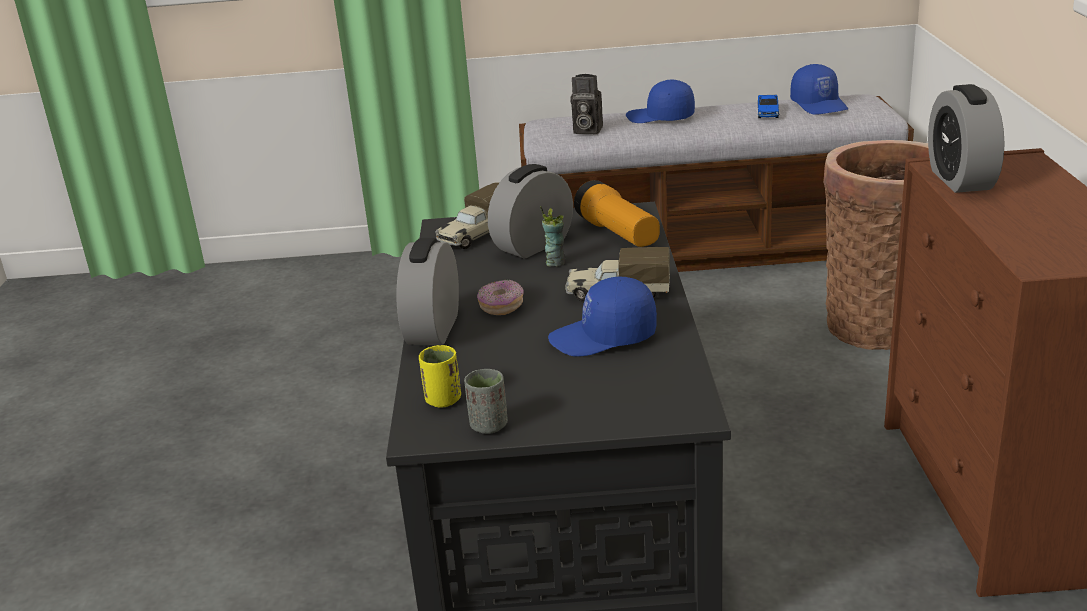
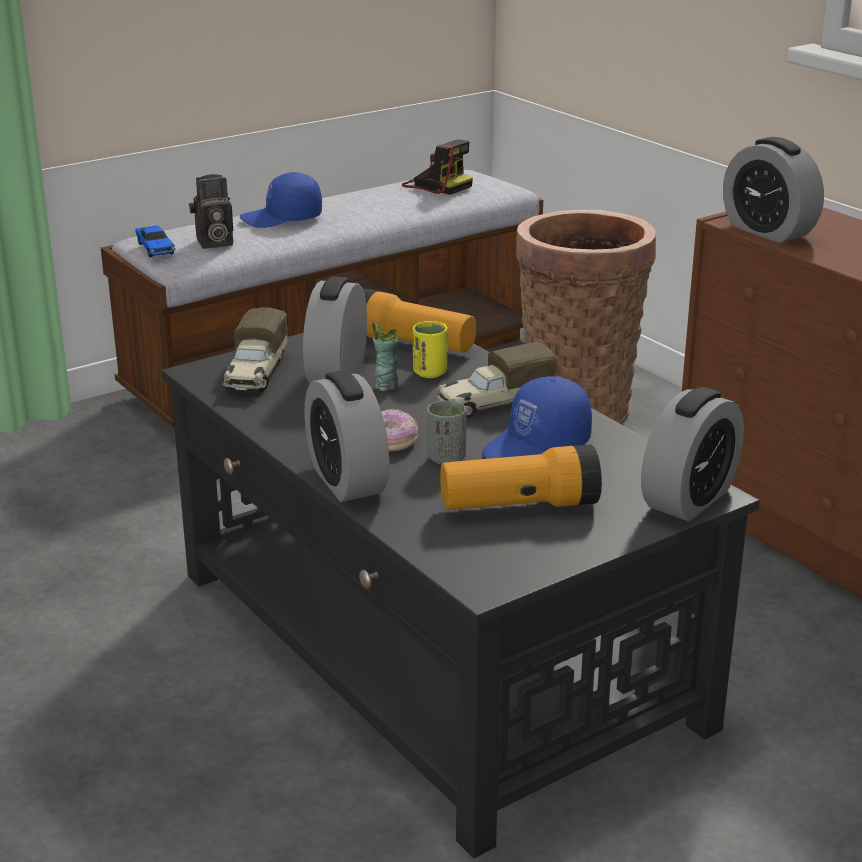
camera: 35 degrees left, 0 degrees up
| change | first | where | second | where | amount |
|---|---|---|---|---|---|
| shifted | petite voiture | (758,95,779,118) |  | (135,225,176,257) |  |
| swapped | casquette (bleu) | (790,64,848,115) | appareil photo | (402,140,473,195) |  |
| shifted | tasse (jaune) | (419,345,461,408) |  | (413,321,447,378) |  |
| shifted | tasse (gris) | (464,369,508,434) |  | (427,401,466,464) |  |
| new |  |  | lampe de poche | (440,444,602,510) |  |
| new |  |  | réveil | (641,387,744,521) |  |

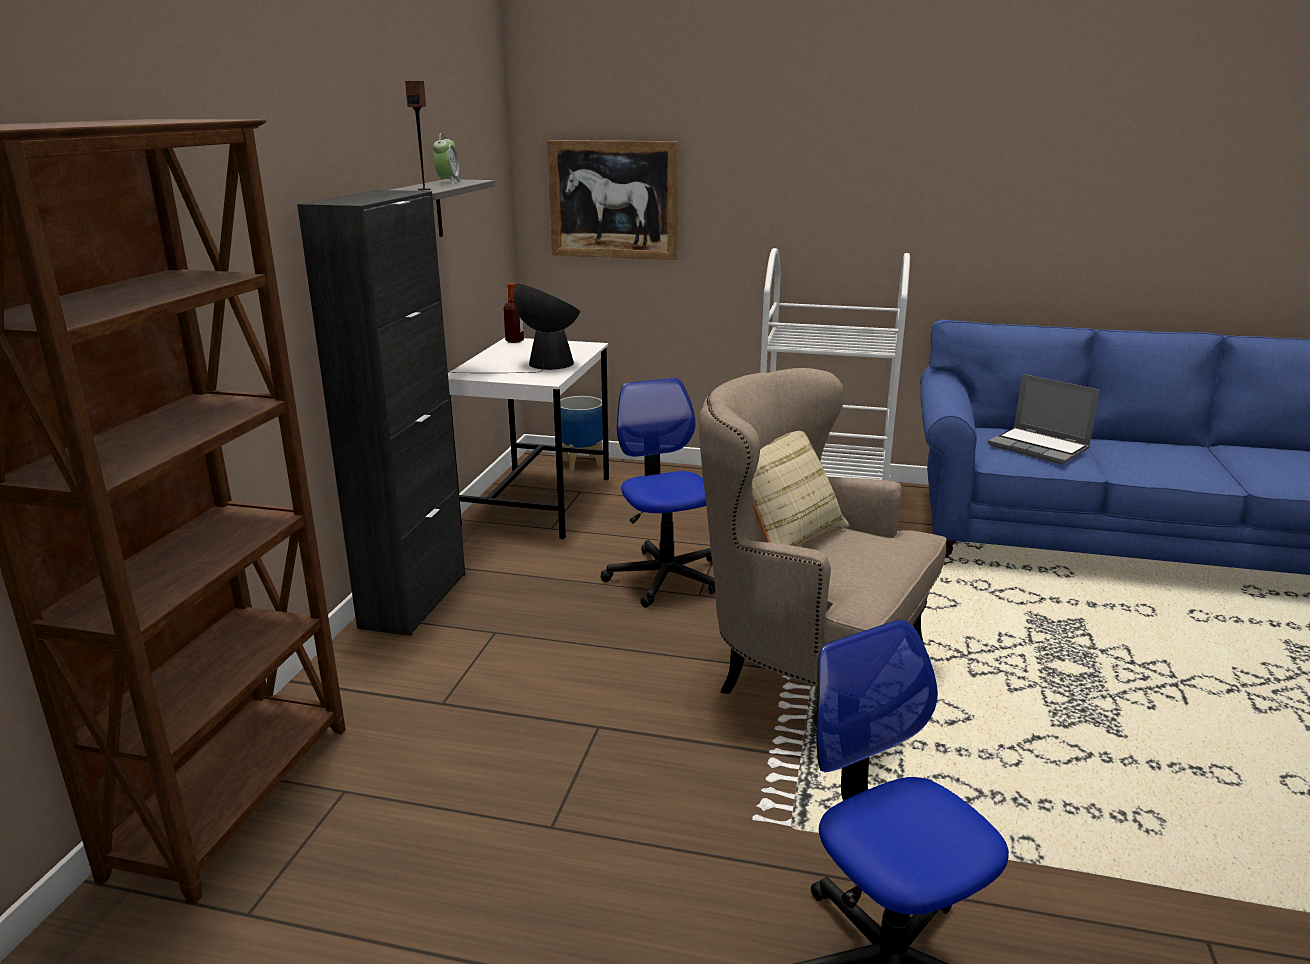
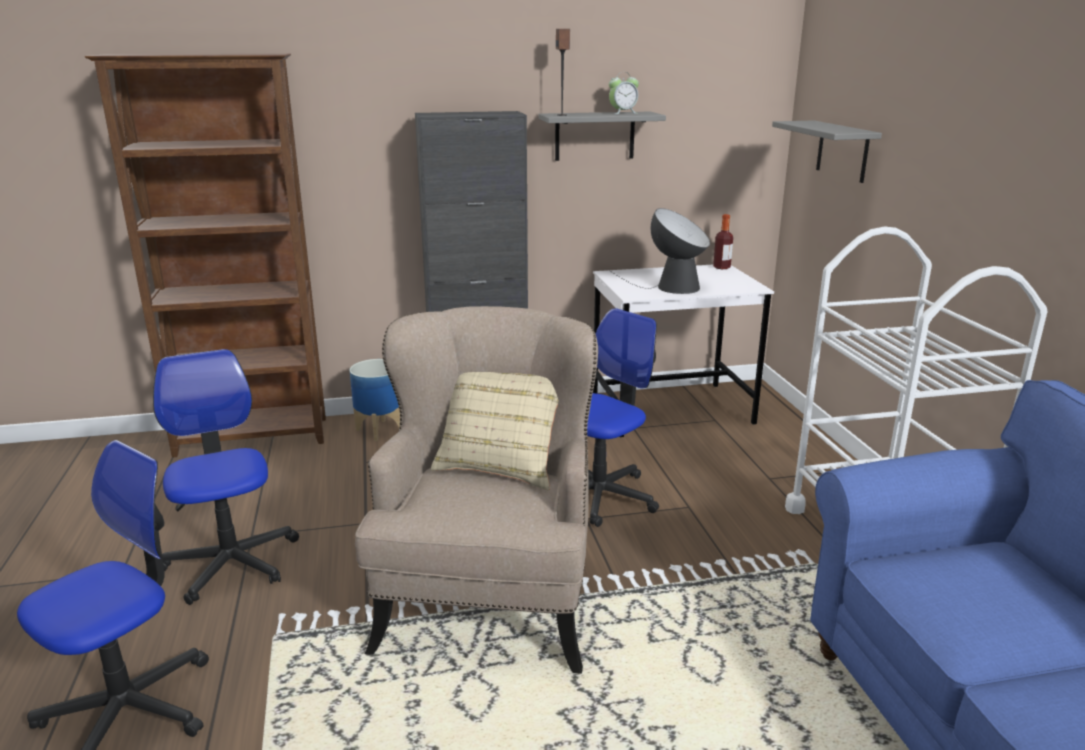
camera: 65 degrees right, 0 degrees up
| change | first | where | second | where | amount |
|---|---|---|---|---|---|
| new |  |  | chaise de bureau | (153,349,299,605) |  |
| shifted | cache-pot | (560,396,603,471) |  | (349,359,400,441) |  |
| swapped | tableau | (547,140,678,260) | étagère (gris) | (772,120,882,183) |  |
| gone | ordinateur portable | (988,374,1100,465) |  |  |  |

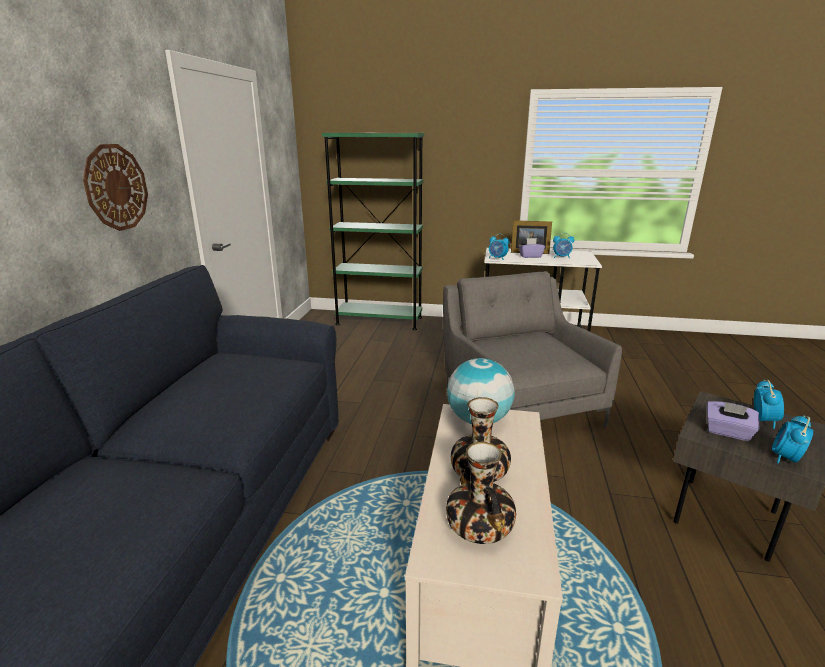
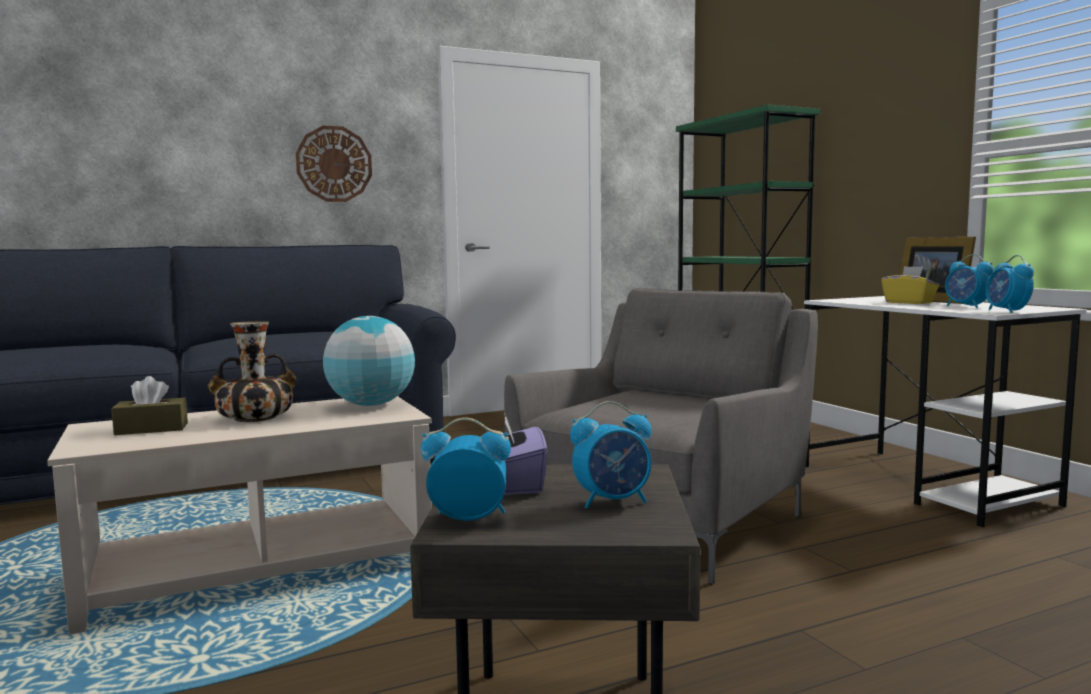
camera: 55 degrees right, 15 degrees down
| change | first | where | second | where | amount |
|---|---|---|---|---|---|
| swapped | vase | (446,442,516,544) | boîte à mouchoirs (marron) | (111,376,188,435) |  |
| repainted | boîte à mouchoirs (violet) | (519,238,545,258) | boîte à mouchoirs (jaune) | (881,266,939,304) |  |
| shifted | réveil | (489,234,510,260) |  | (986,255,1034,313) |  |

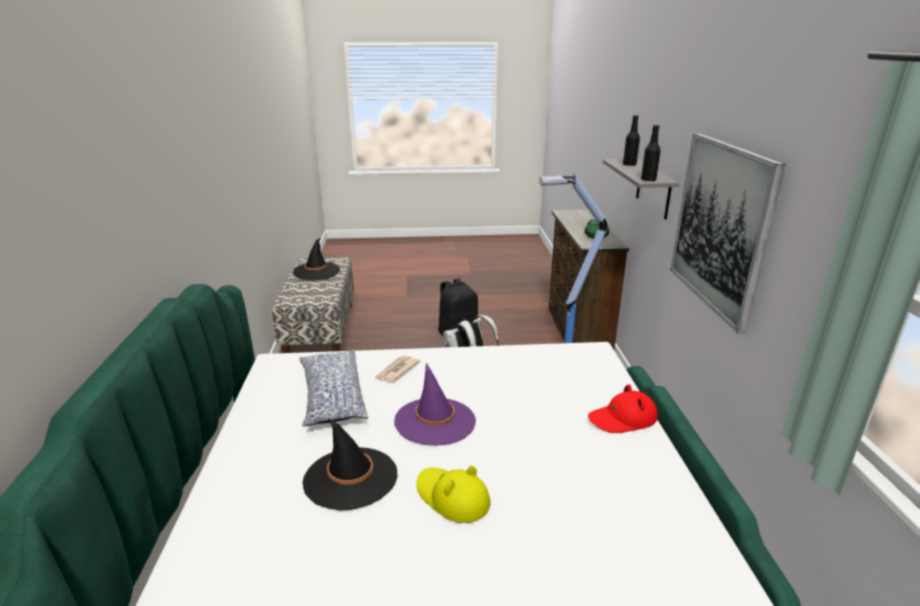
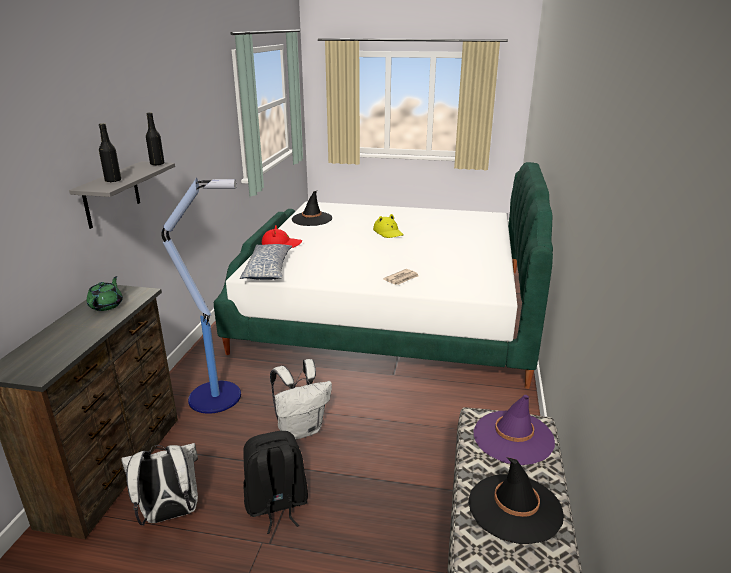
camera: 165 degrees left, 0 degrees up
| change | first | where | second | where | amount |
|---|---|---|---|---|---|
| new |  |  | sac à dos (blanc) | (121,443,198,525) |  |
| shifted | coussin | (299,350,368,427) |  | (240,244,292,280) |  |
| shifted | chapeau (noir) | (303,418,398,510) |  | (292,191,332,226) |  |
| shifted | chapeau (violet) | (394,363,476,446) |  | (474,395,555,465) |  |
| gone | tableau | (670,133,786,333) |  |  |  |

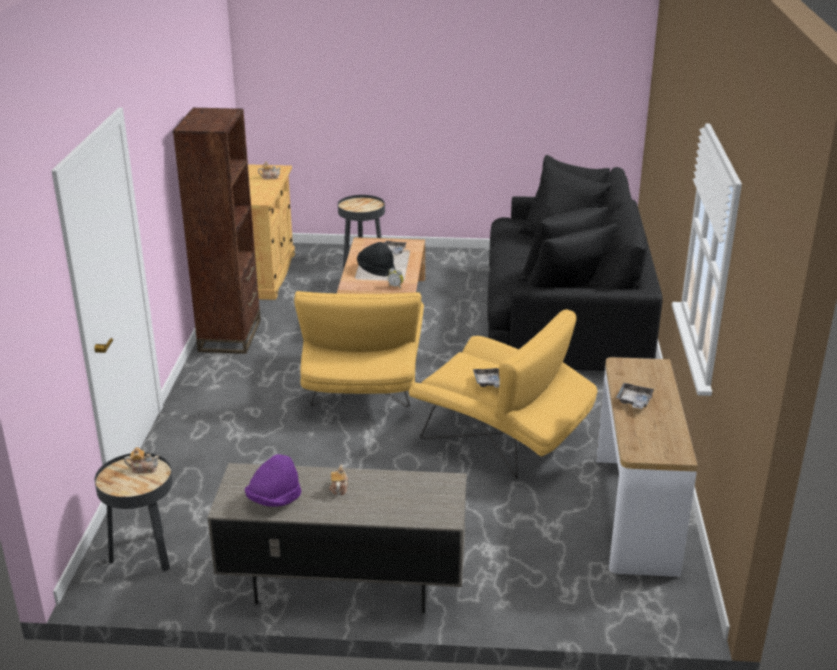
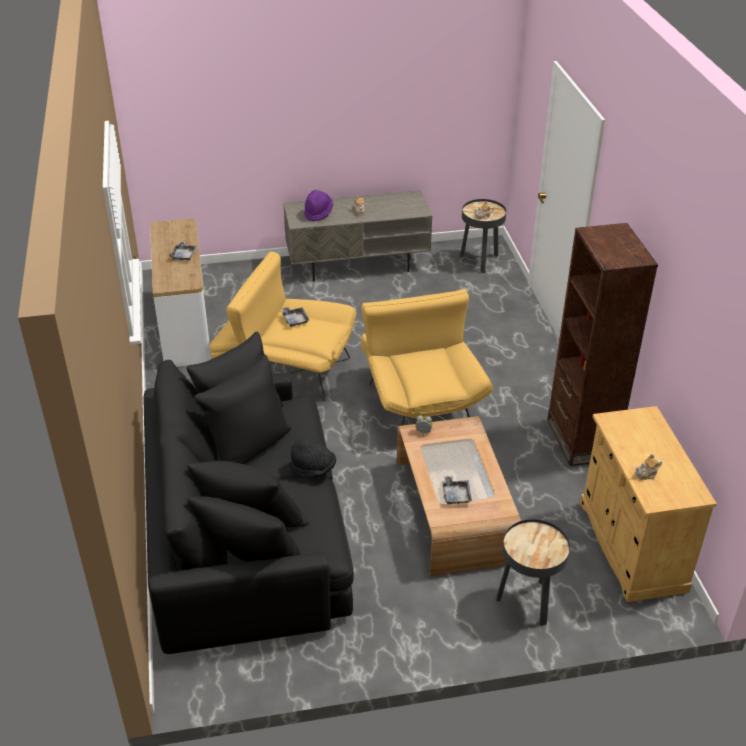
camera: 165 degrees right, 10 degrees up
| change | first | where | second | where | amount |
|---|---|---|---|---|---|
| shifted | chapeau (noir) | (357,242,395,276) |  | (290,439,336,478) |  |
| shifted | chapeau (violet) | (245,454,301,507) |  | (304,190,333,222) |  |

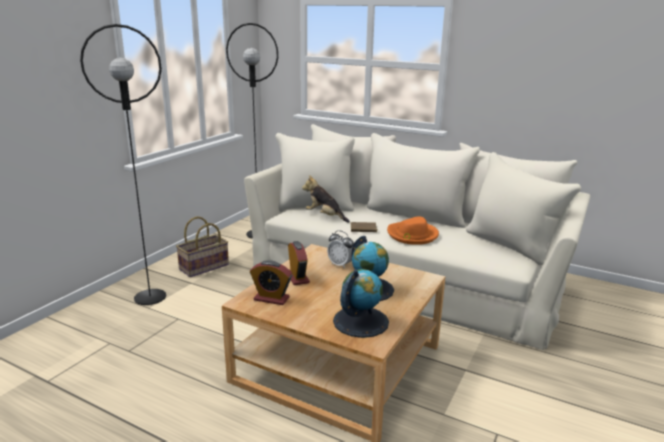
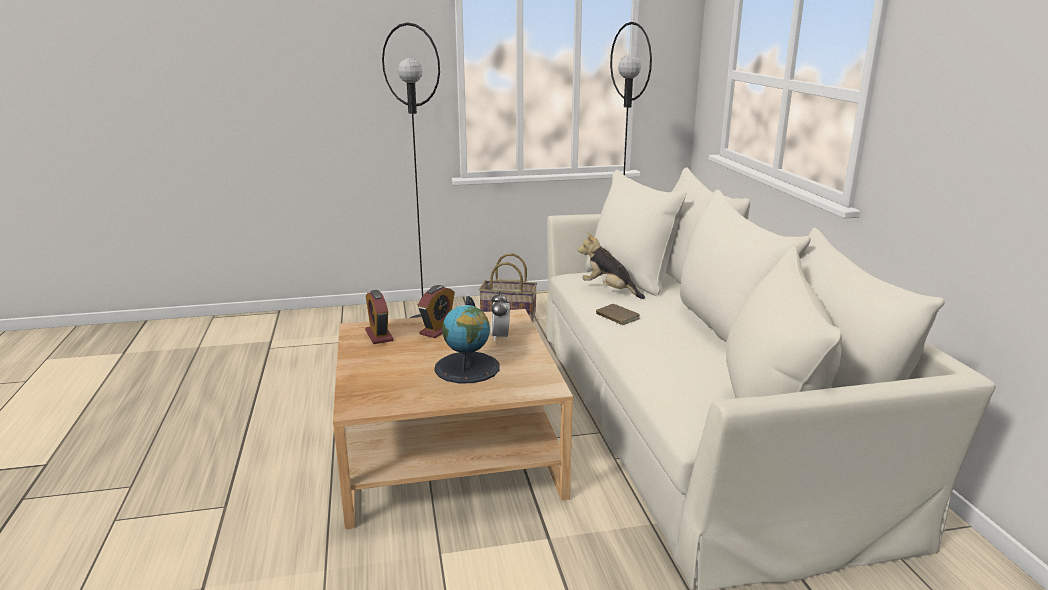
camera: 50 degrees right, 0 degrees up
| change | first | where | second | where | amount |
|---|---|---|---|---|---|
| rotated | peluche | (302,175,350,223) |  | (578,232,645,299) | 45 degrees counterclockwise |
| gone | globe | (333,269,389,338) |  |  |  |
| gone | chapeau (orange) | (387,217,439,245) |  |  |  |

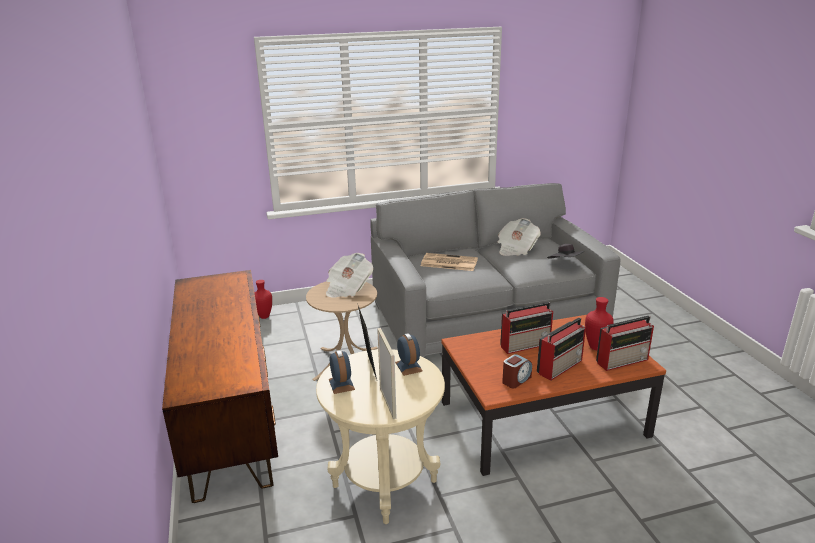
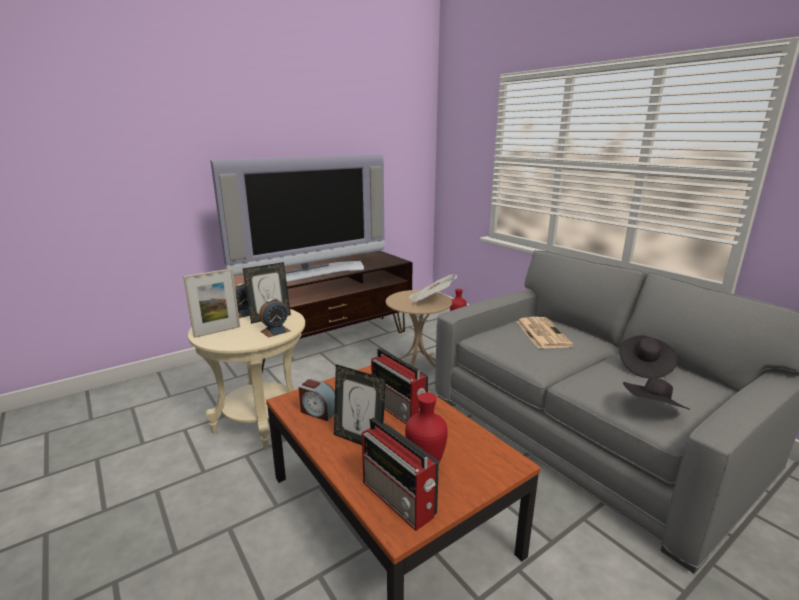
camera: 70 degrees right, 5 degrees down
| change | first | where | second | where | amount |
|---|---|---|---|---|---|
| new |  |  | téléviseur | (210,154,385,282) |  |
| swapped | radio | (537,317,586,381) | cadre photo | (334,364,386,445) |  |
| swapped | journal | (498,218,541,256) | chapeau (noir) | (619,336,678,378) |  |

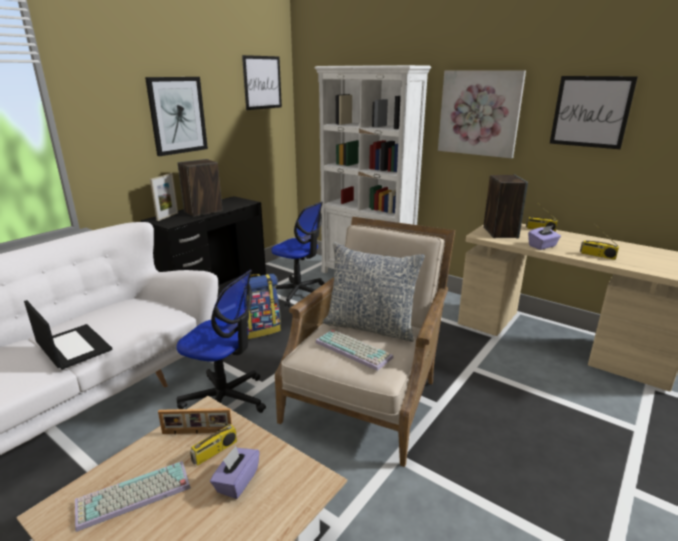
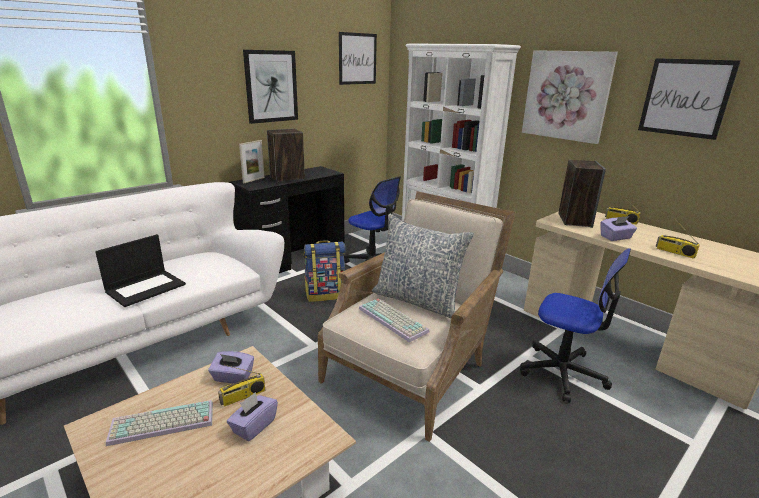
camera: 10 degrees right, 0 degrees up
| change | first | where | second | where | amount |
|---|---|---|---|---|---|
| rotated | ordinateur portable | (24,300,113,370) |  | (95,234,186,307) | 75 degrees clockwise |
| swapped | cadre photo | (158,408,232,434) | boîte à mouchoirs (violet) | (208,351,254,383) |  |
| shifted | chaise de bureau | (177,270,266,413) |  | (520,248,631,403) |  |

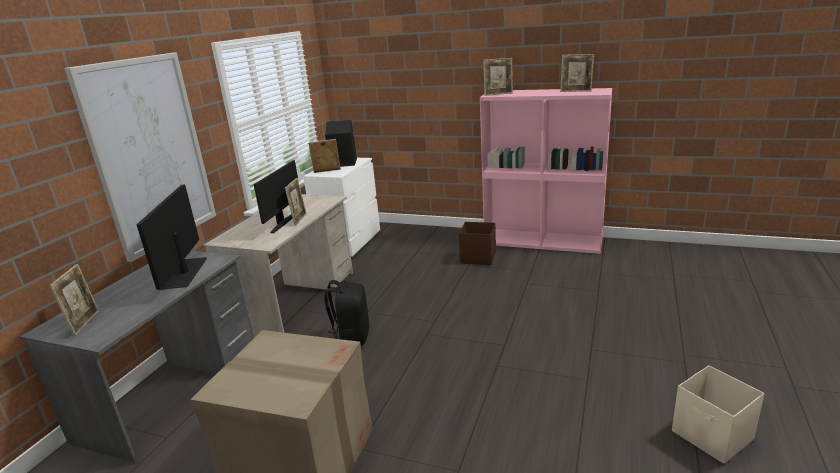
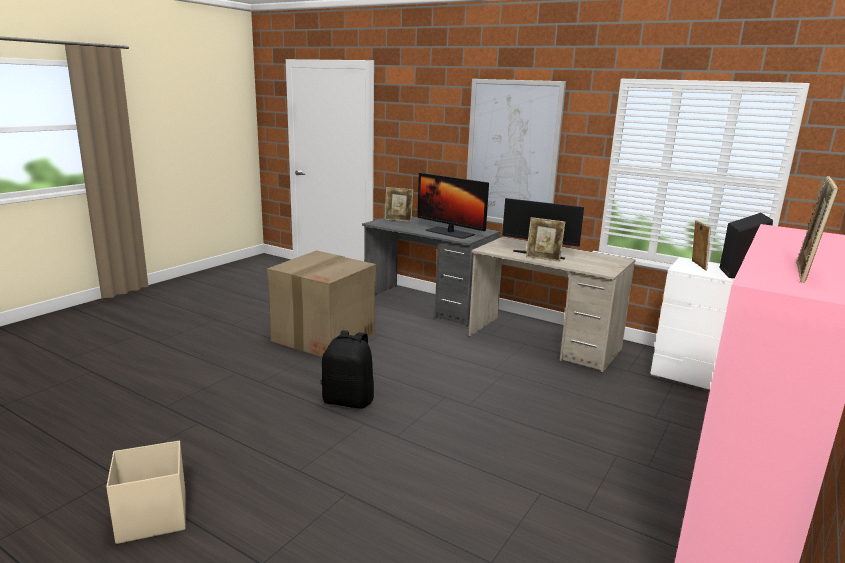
camera: 100 degrees right, 5 degrees down
| change | first | where | second | where | amount |
|---|---|---|---|---|---|
| shifted | sac à dos (noir) | (324,280,370,346) |  | (321,330,374,409) |  |
| rotated | écran d'ordinateur | (137,184,207,290) |  | (417,173,489,239) | 150 degrees counterclockwise |
| gone | boîte de rangement (marron) | (459,222,496,265) |  |  |  |
| gone | cadre photo | (483,58,513,96) |  |  |  |

